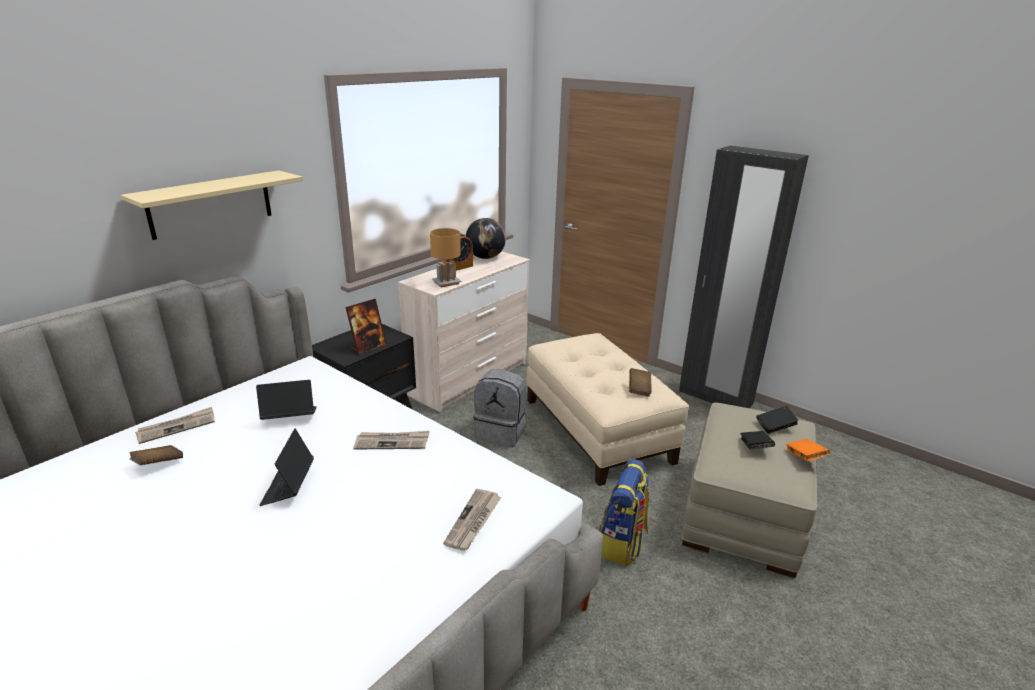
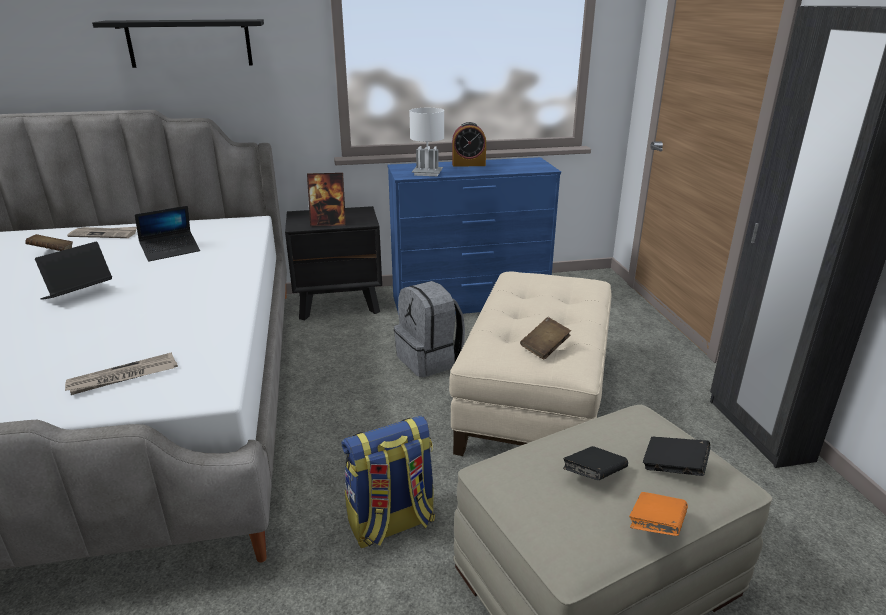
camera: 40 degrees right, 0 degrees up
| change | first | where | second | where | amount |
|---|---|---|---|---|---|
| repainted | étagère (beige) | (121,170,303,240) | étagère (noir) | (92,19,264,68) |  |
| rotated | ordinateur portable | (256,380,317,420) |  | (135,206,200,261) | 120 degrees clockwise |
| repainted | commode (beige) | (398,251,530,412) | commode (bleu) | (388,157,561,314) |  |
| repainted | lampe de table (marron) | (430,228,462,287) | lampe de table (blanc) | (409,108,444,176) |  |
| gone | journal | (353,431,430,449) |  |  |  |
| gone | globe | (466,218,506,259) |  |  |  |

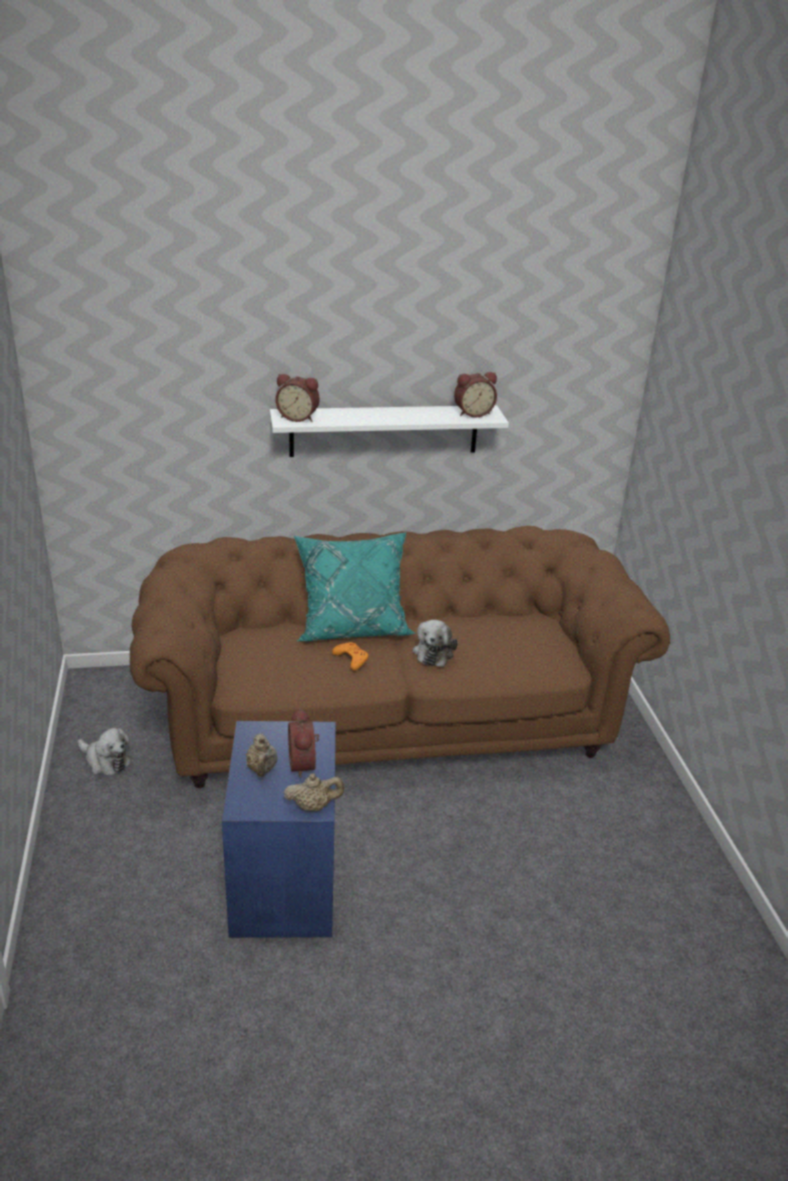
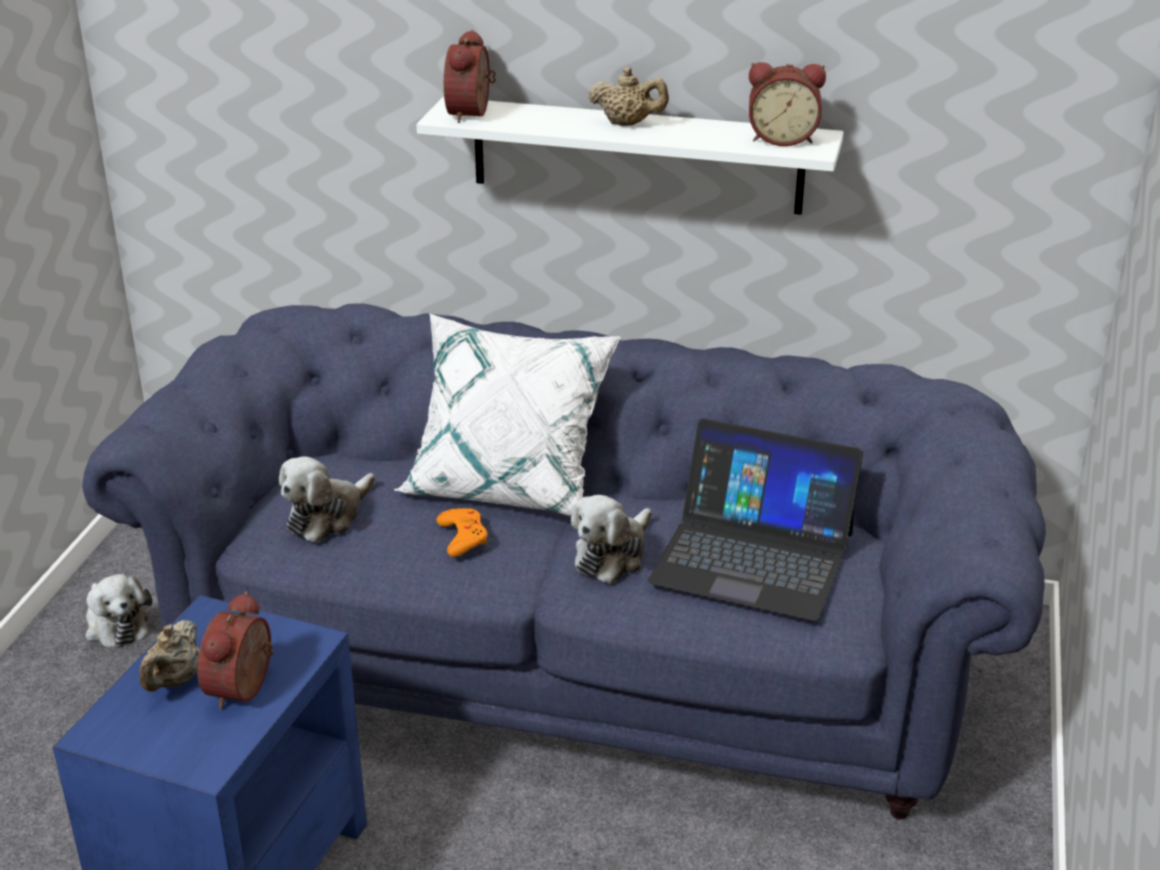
camera: 25 degrees right, 0 degrees up
| change | first | where | second | where | amount |
|---|---|---|---|---|---|
| repainted | canapé (marron) | (130,526,670,788) | canapé (bleu) | (82,303,1046,819) |  |
| new |  |  | peluche | (279,457,375,543) |  |
| repainted | coussin (turquoise) | (294,532,416,641) | coussin (blanc) | (394,314,621,516) |  |
| rotated | réveil | (276,374,320,422) |  | (444,30,496,123) | 60 degrees clockwise |
| shifted | théière (beige) | (283,773,344,811) |  | (588,67,669,126) |  |
| new |  |  | ordinateur portable | (648,419,863,621) |  |

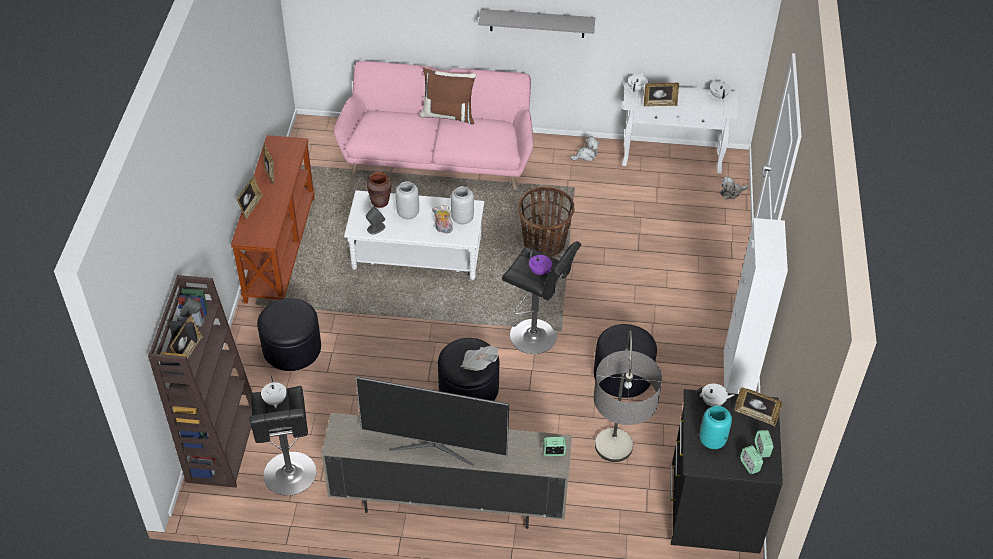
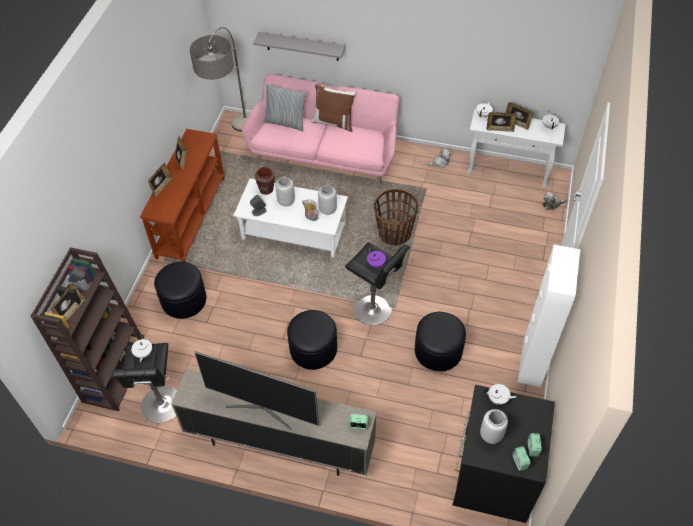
camera: 10 degrees right, 5 degrees up
| change | first | where | second | where | amount |
|---|---|---|---|---|---|
| shifted | lampadaire | (594,330,662,462) |  | (190,27,249,132) |  |
| shifted | étagère (gris) | (478,9,595,38) |  | (253,32,346,61) |  |
| new |  |  | coussin | (263,83,307,132) |  |
| repainted | vase (turquoise) | (700,406,732,449) | vase (gris) | (480,409,508,444) |  |
| shifted | cadre photo | (734,387,782,427) |  | (505,102,533,130) |  |
| gone | journal | (461,345,499,371) |  |  |  |

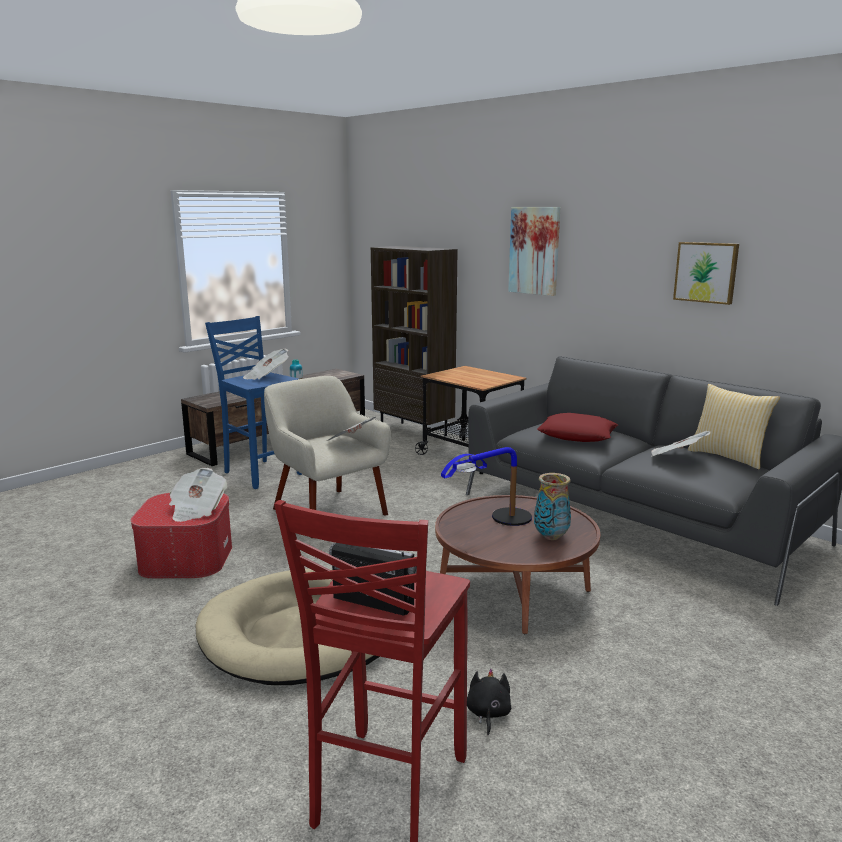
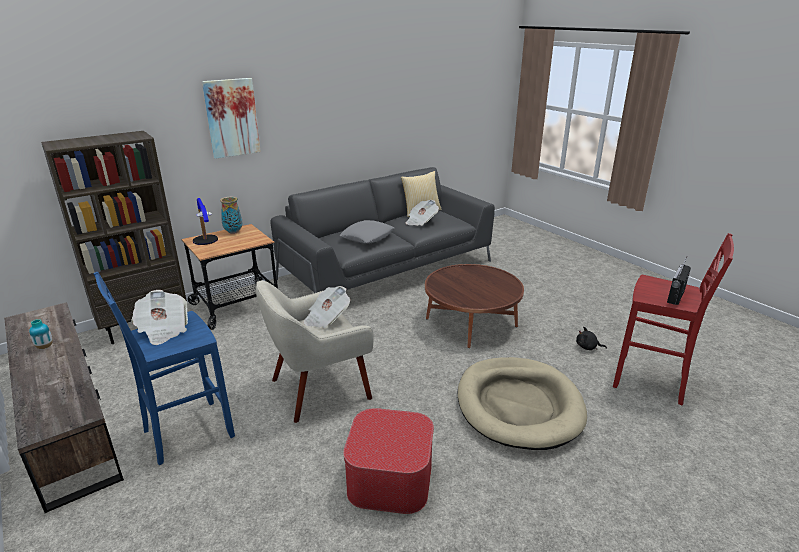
camera: 80 degrees left, 10 degrees up
| change | first | where | second | where | amount |
|---|---|---|---|---|---|
| shifted | lampe de table | (441,447,532,526) |  | (193,198,218,245) |  |
| shifted | vase | (534,473,571,540) |  | (220,197,243,234) |  |
| repainted | coussin (rouge) | (537,413,618,442) | coussin (gris) | (339,220,394,244) |  |
| gone | journal | (169,468,227,522) |  |  |  |
| gone | tableau | (673,242,739,305) |  |  |  |

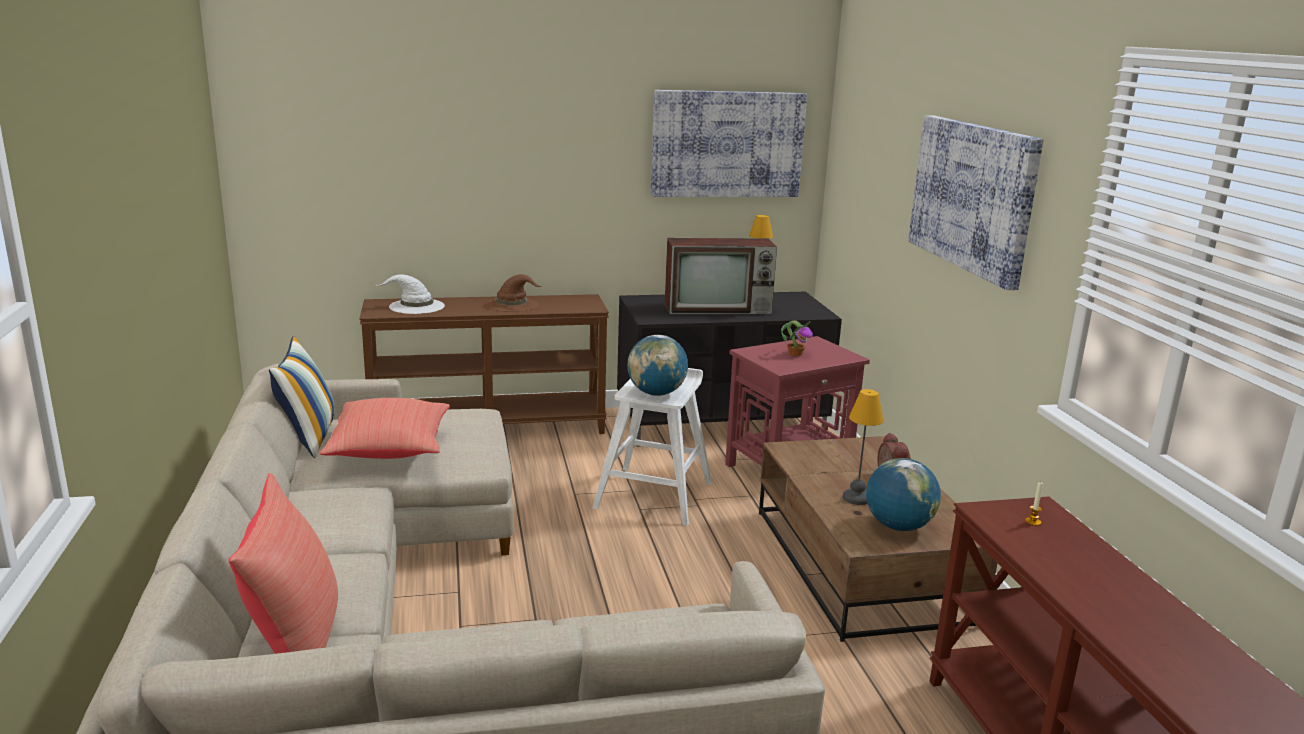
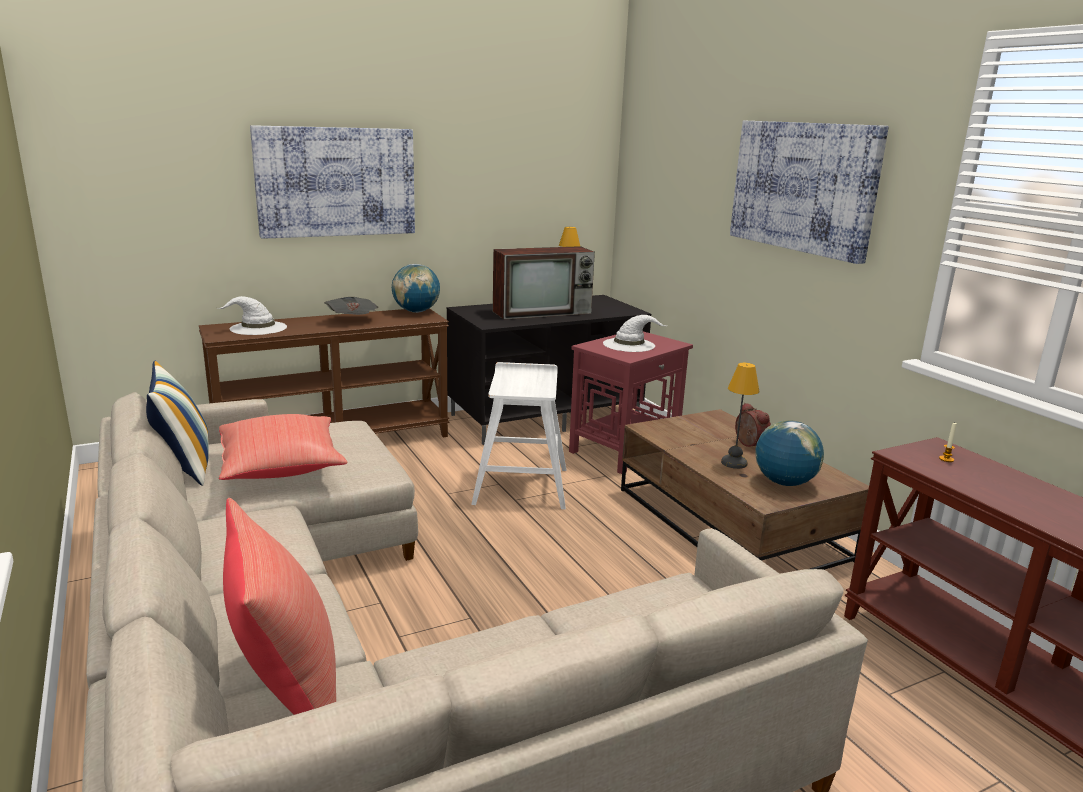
camera: 15 degrees left, 0 degrees up
| change | first | where | second | where | amount |
|---|---|---|---|---|---|
| shifted | tableau | (651,90,807,197) |  | (250,125,415,239) |  |
| swapped | chapeau (marron) | (484,274,542,312) | journal | (324,297,378,315) |  |
| shifted | globe | (627,335,688,396) |  | (392,264,440,313) |  |
| swapped | plante en pot | (781,320,813,356) | chapeau (blanc) | (603,315,666,352) |  |

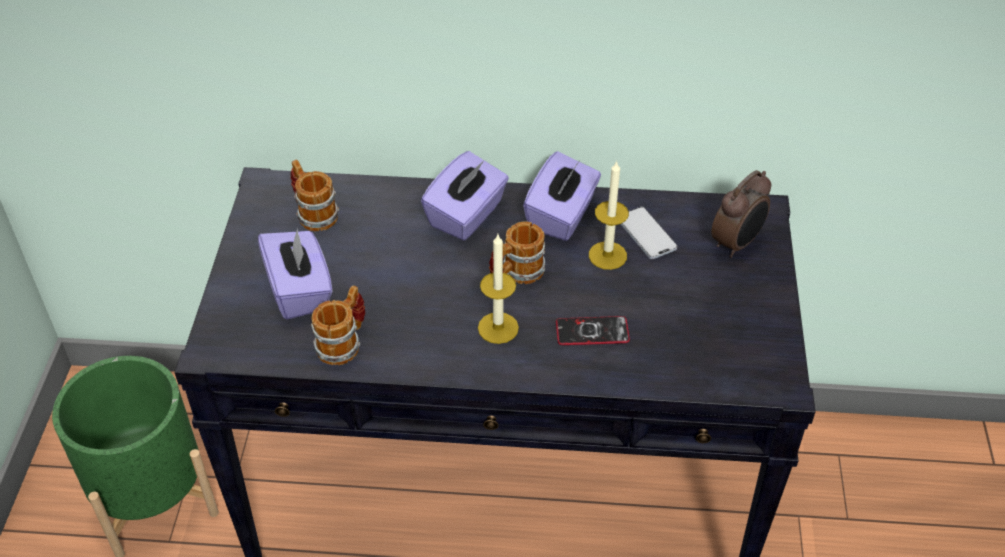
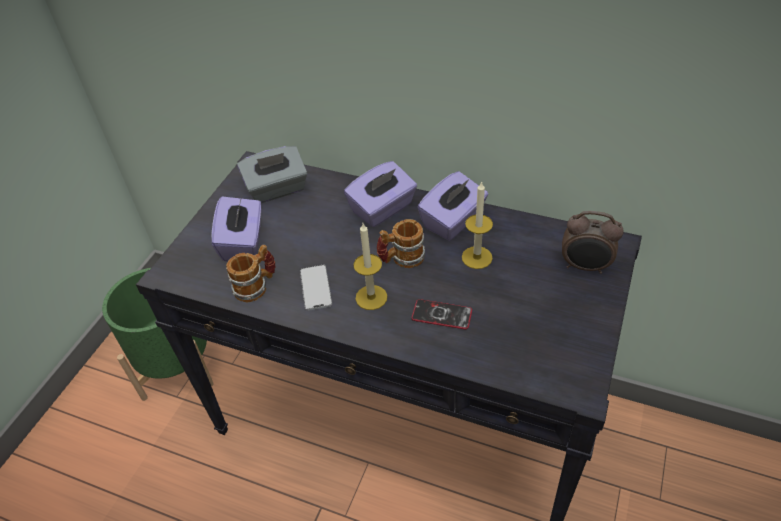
camera: 20 degrees right, 0 degrees up
| change | first | where | second | where | amount |
|---|---|---|---|---|---|
| swapped | mug | (291,160,339,231) | boîte à mouchoirs (gris) | (237,146,307,203) |  |
| shifted | téléphone | (621,207,677,259) |  | (300,265,332,311) |  |
| rotated | réveil | (711,170,771,258) |  | (562,211,624,274) | 45 degrees clockwise |

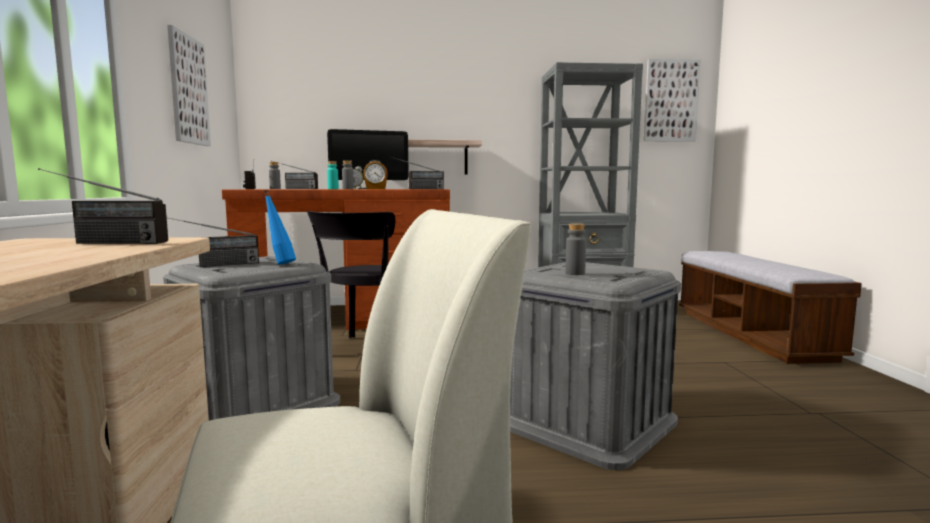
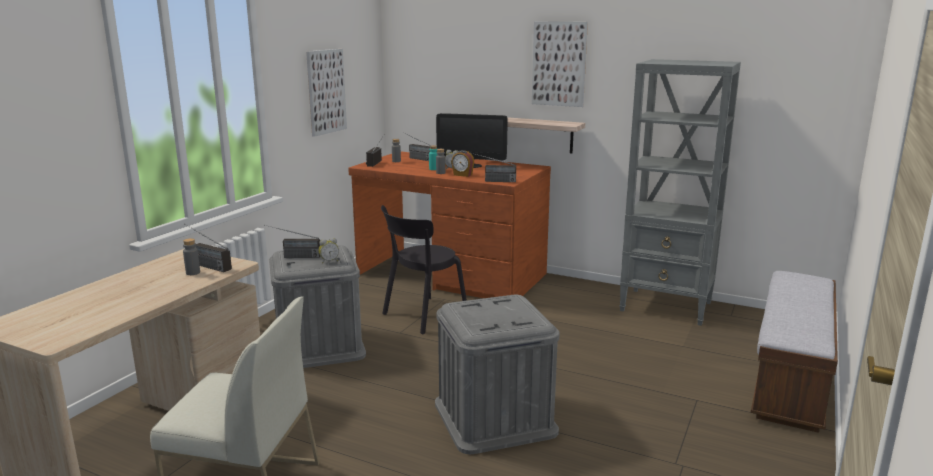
camera: 30 degrees right, 10 degrees up
| change | first | where | second | where | amount |
|---|---|---|---|---|---|
| shifted | bouteille (gris) | (566,223,586,275) |  | (183,238,200,275) |  |
| swapped | bouteille (bleu) | (263,190,296,264) | réveil | (319,238,339,264) |  |
| shifted | tableau | (644,59,701,142) |  | (532,21,588,107) |  |

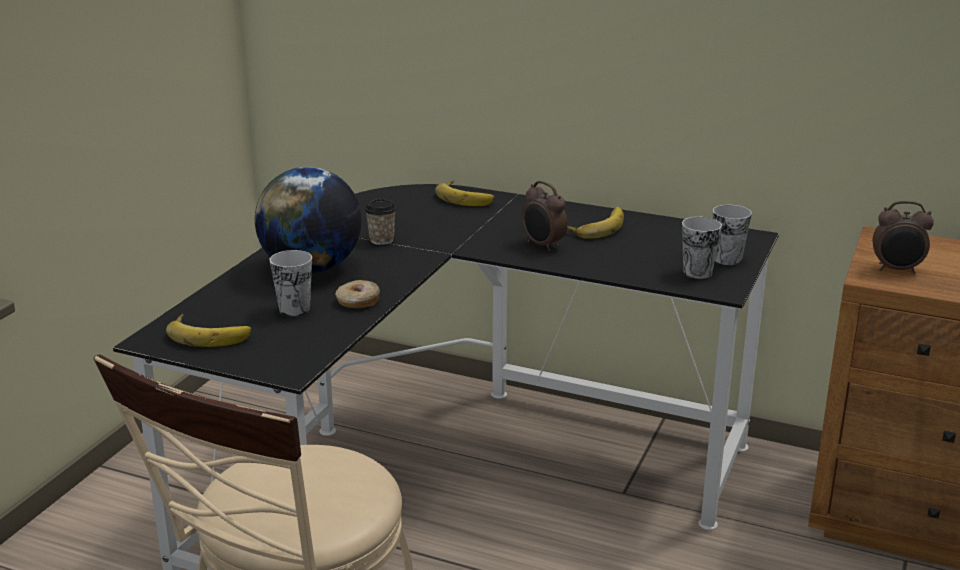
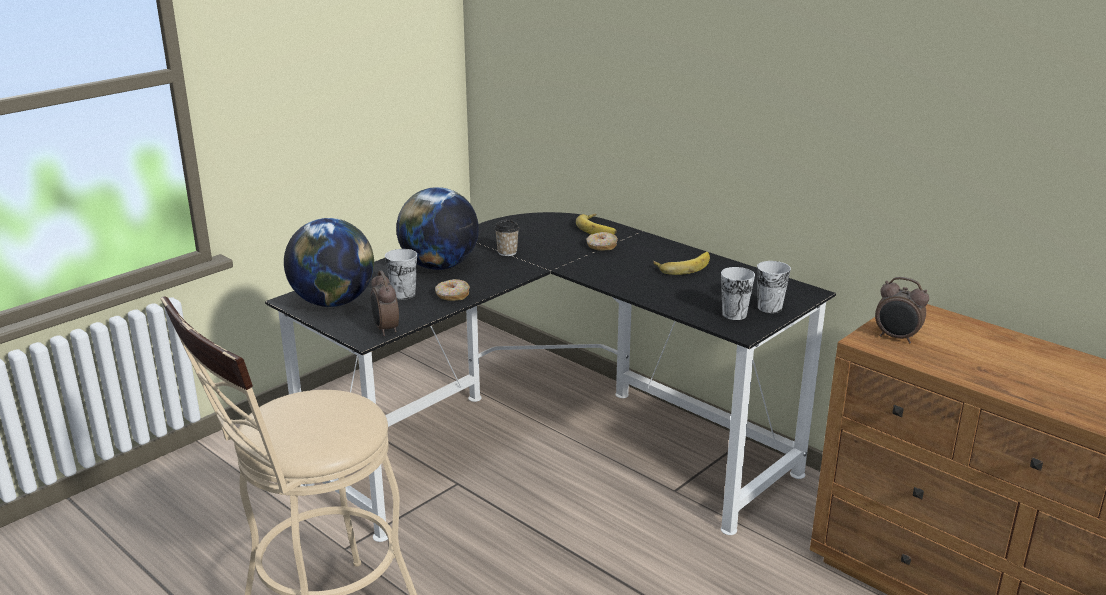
camera: 20 degrees right, 0 degrees up
| change | first | where | second | where | amount |
|---|---|---|---|---|---|
| swapped | banane | (166,314,252,347) | globe | (284,218,374,307) |  |
| shifted | réveil | (521,181,568,251) |  | (371,271,399,336) |  |
| new |  |  | beignet | (586,232,618,251) |  |

